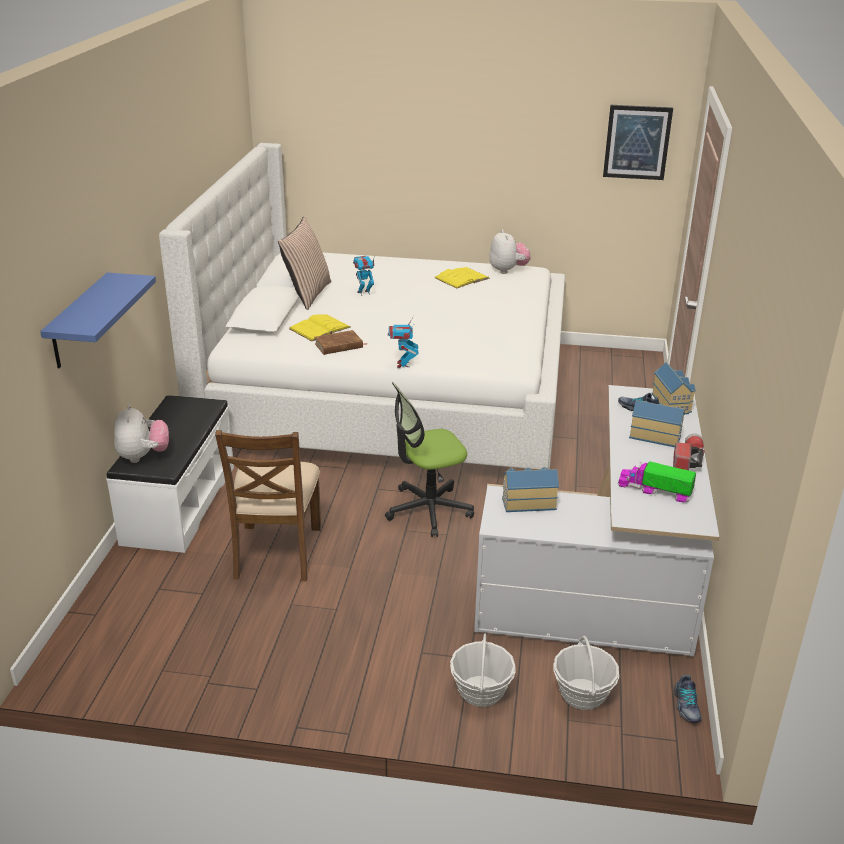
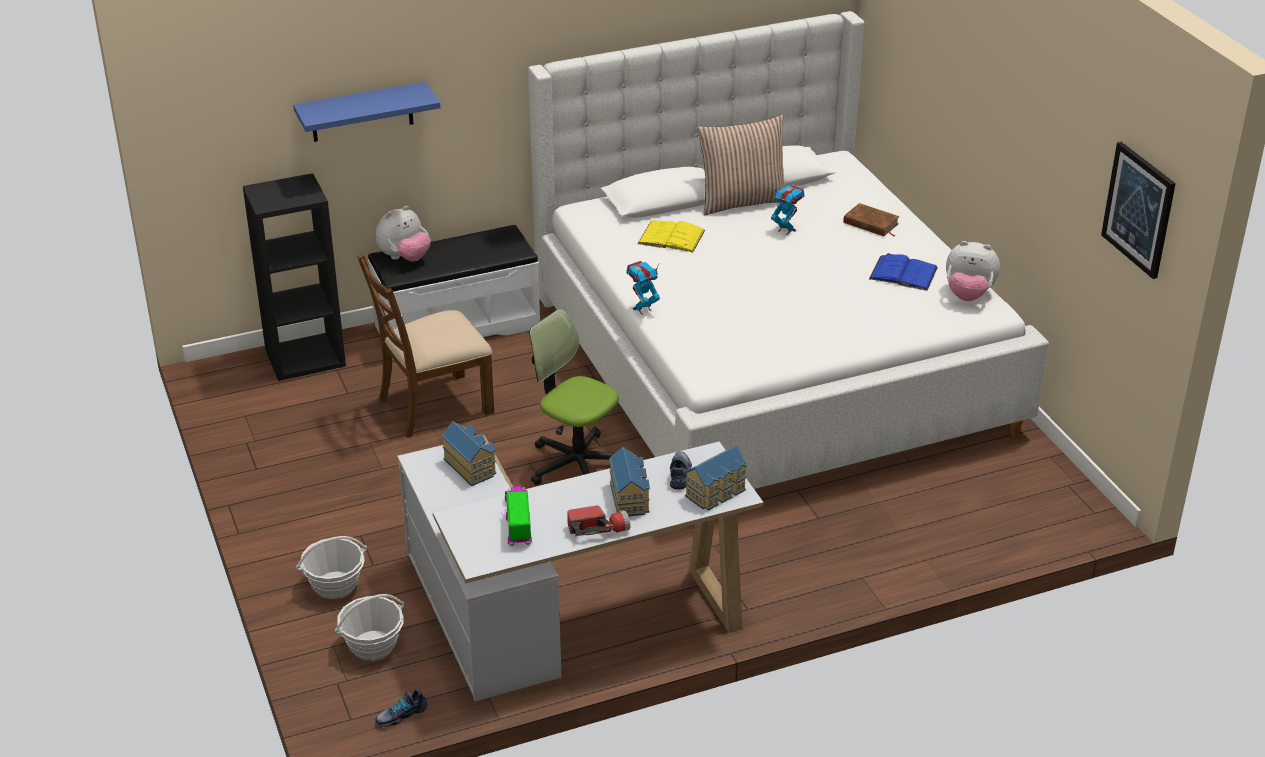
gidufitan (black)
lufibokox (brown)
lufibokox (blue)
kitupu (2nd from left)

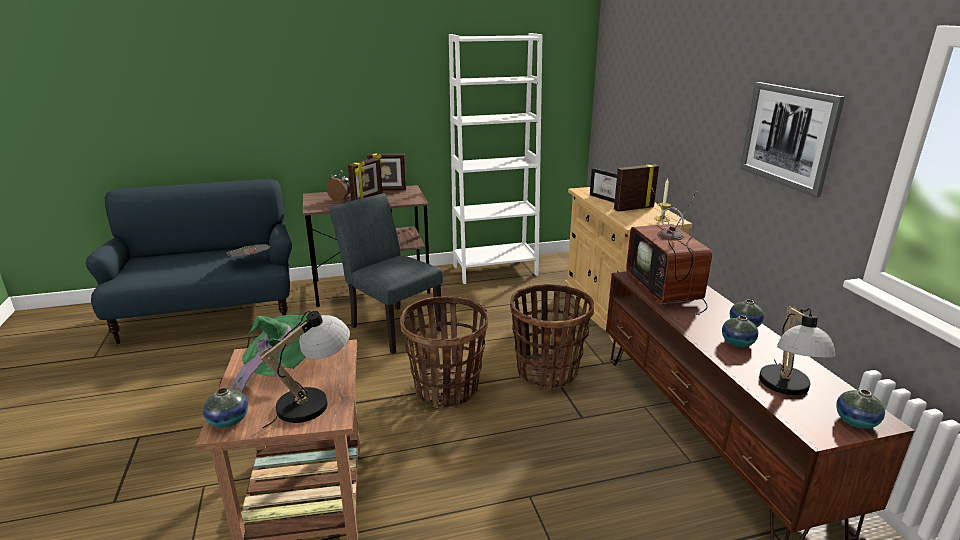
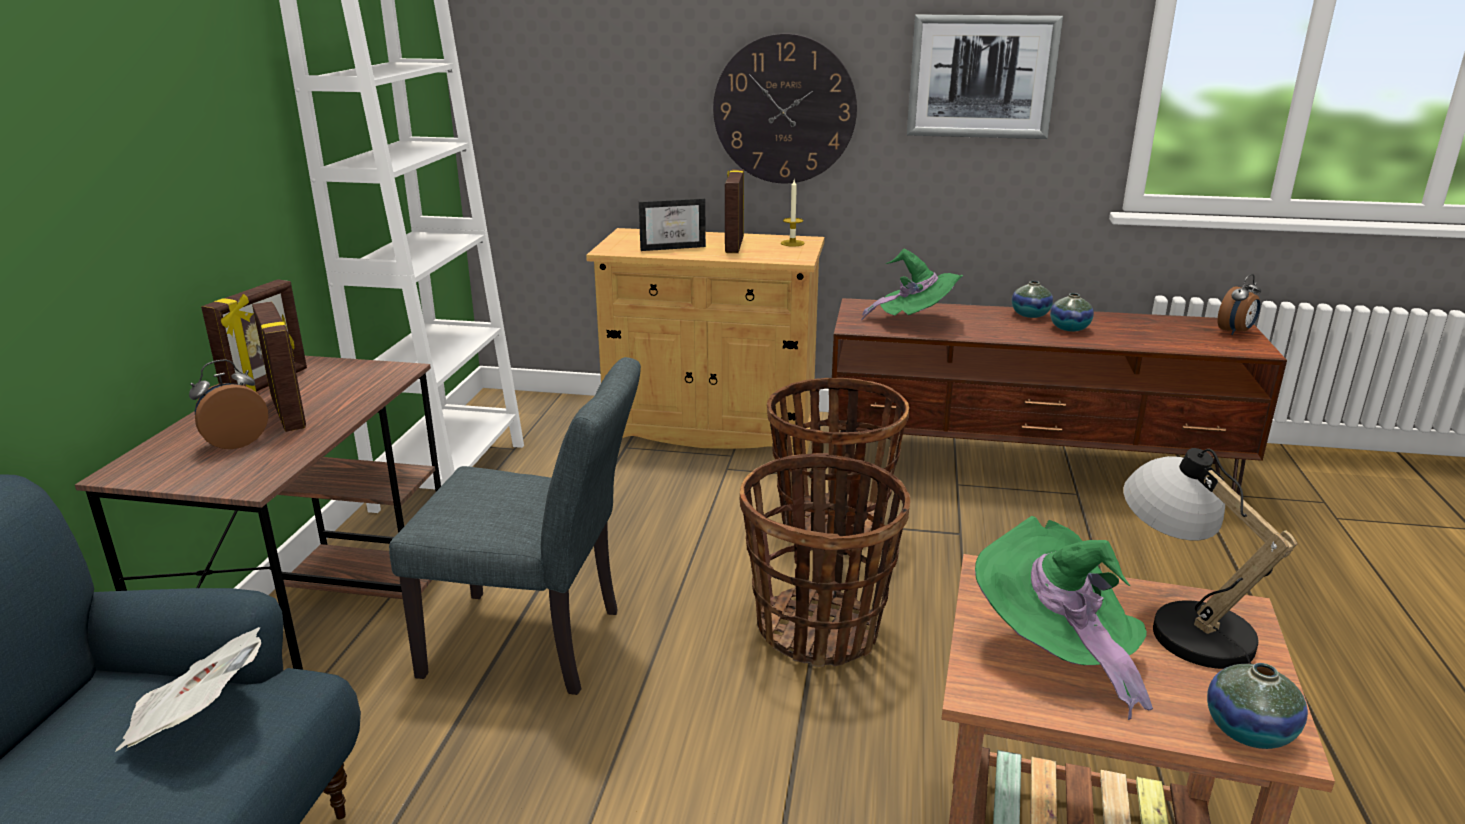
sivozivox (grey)
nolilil
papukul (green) (1st from left)
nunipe (2nd from left)
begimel (2nd from left in the first image)

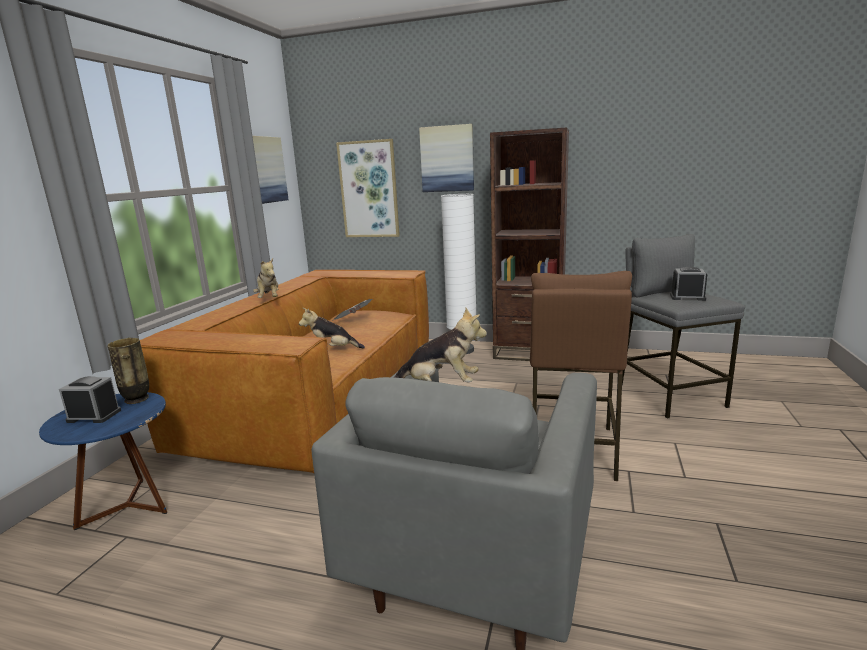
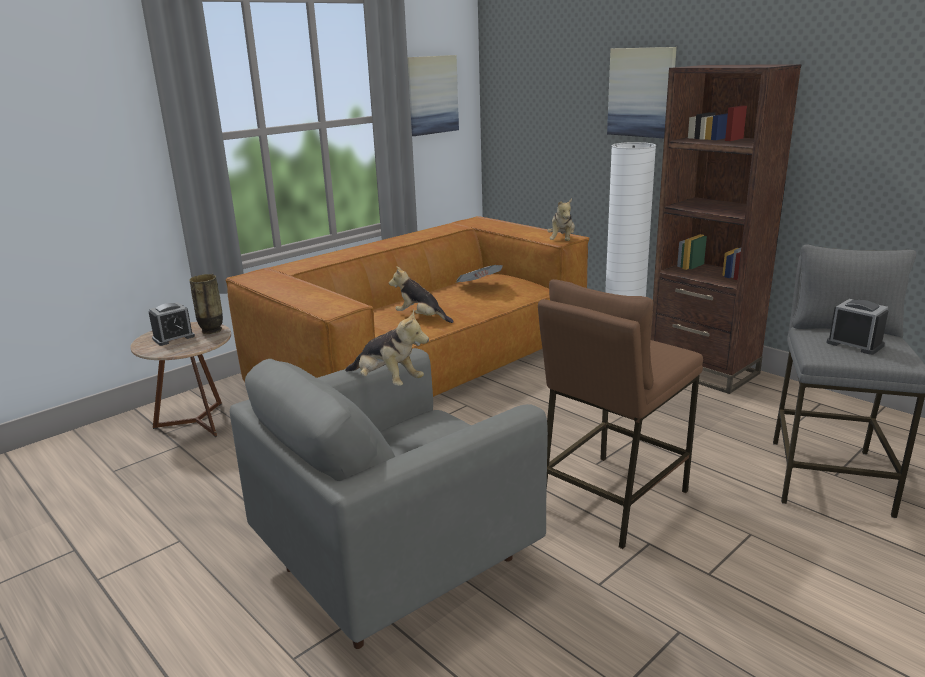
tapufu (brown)
nunipe (1st from left)
kitupu (3rd from left)
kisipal (2nd from left in the first image)

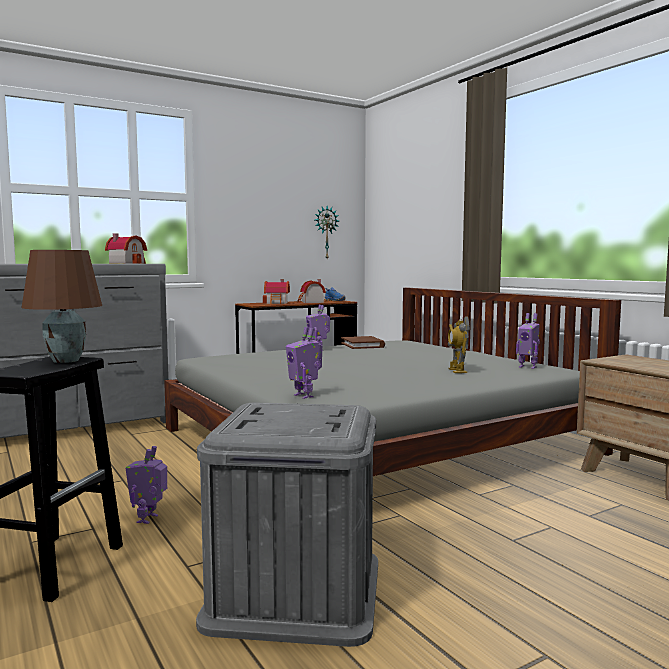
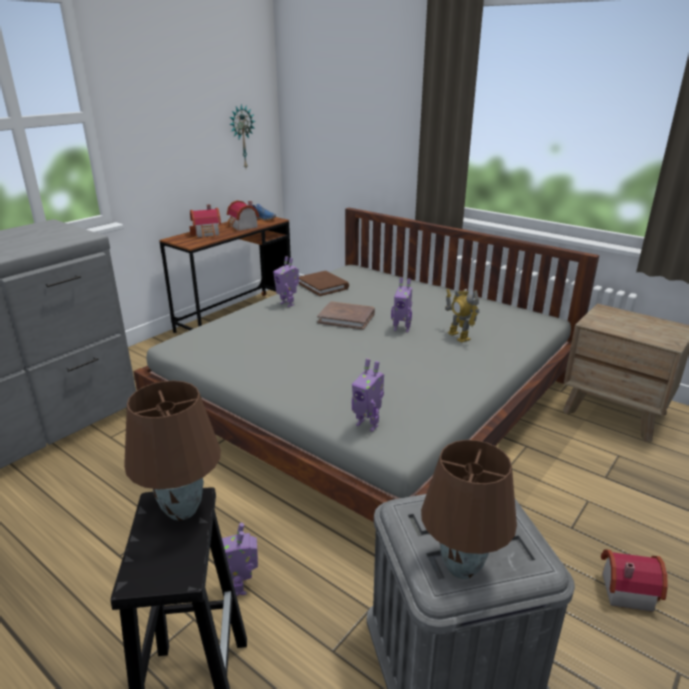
lufibokox (brown) (2nd from left)
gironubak (4th from left)
begimel (brown) (2nd from left)
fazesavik (3rd from left)

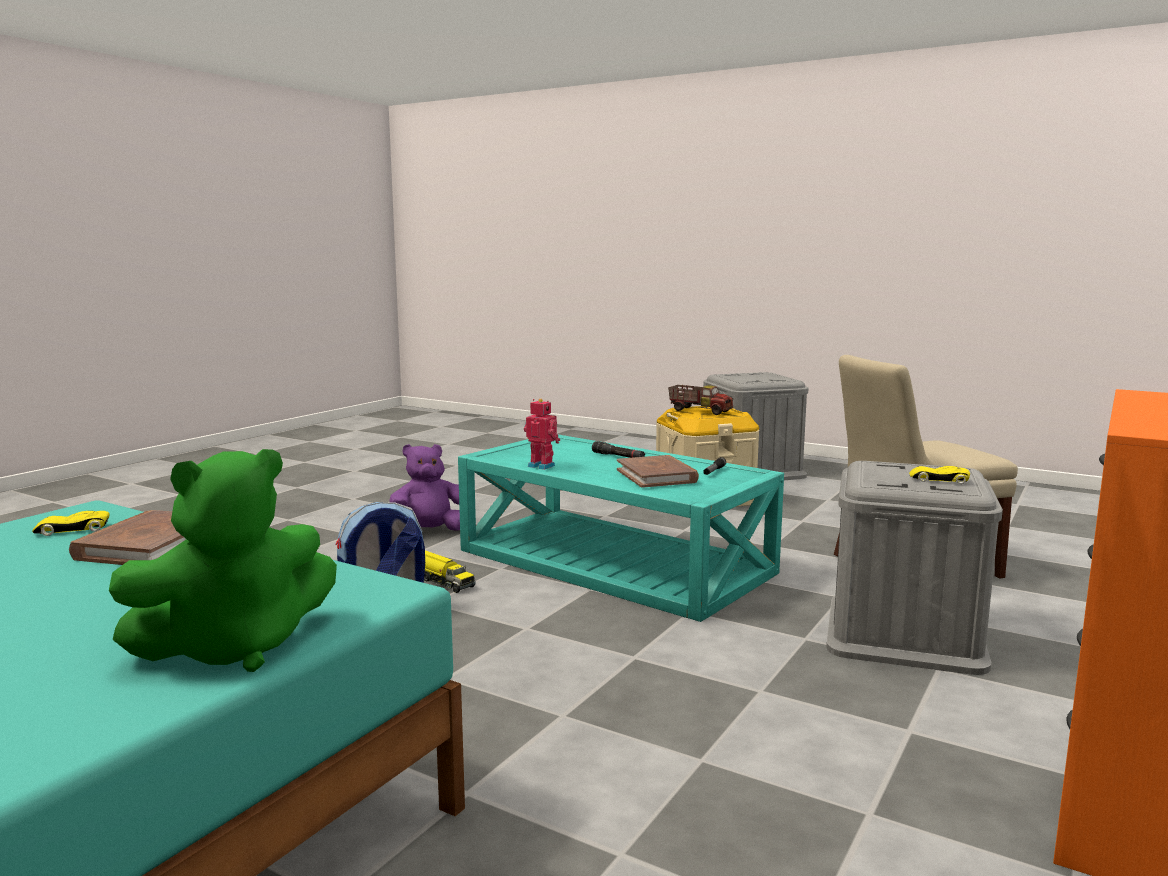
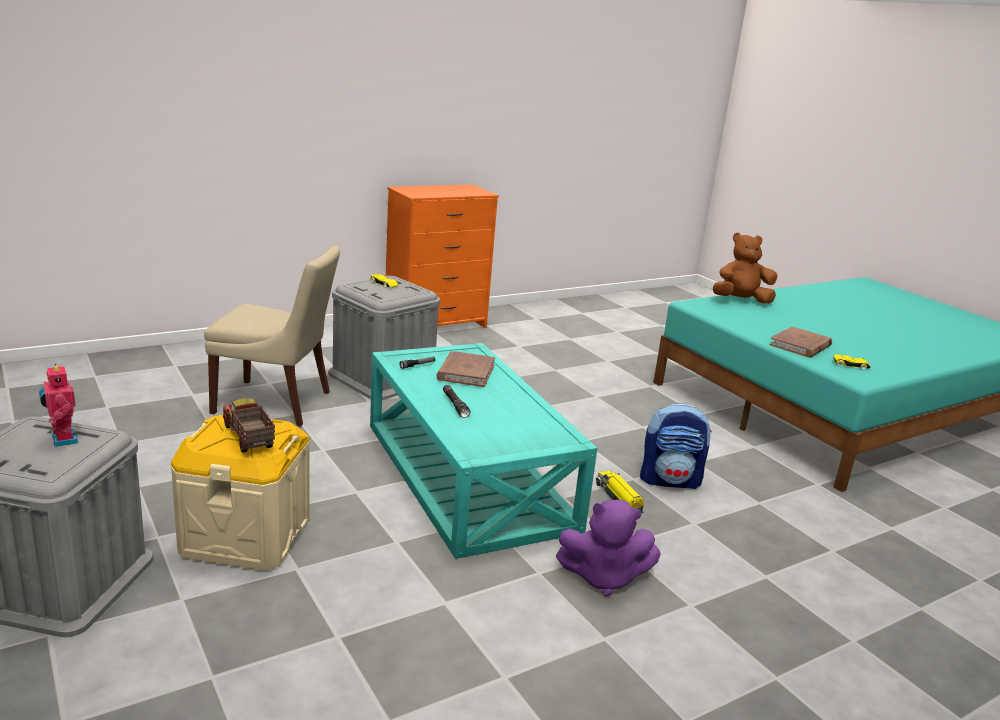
gironubak
kitupu (brown)

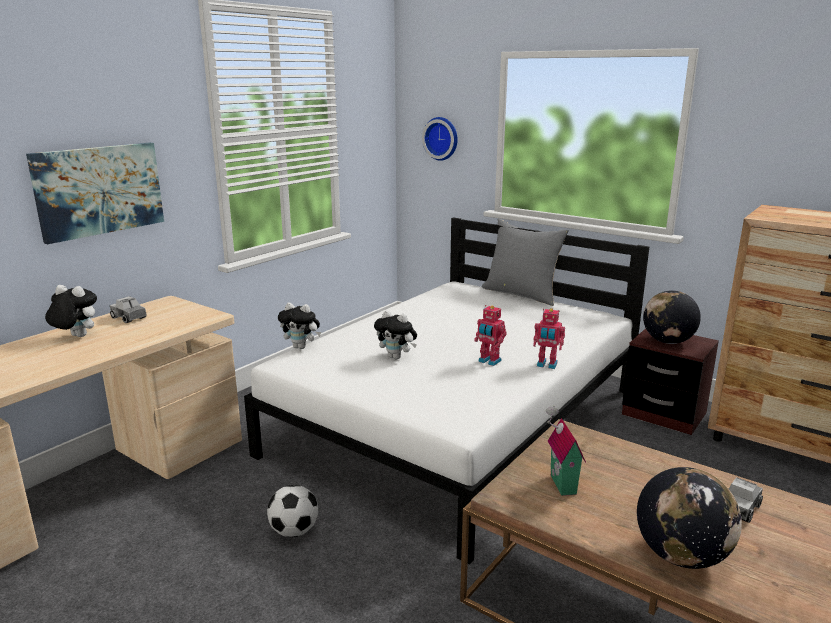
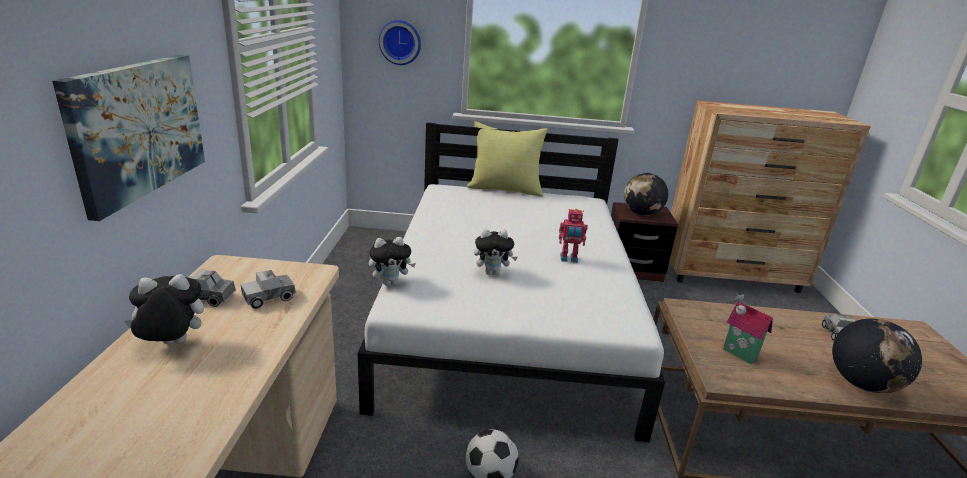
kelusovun (2nd from left)
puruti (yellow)
gironubak (2nd from left in the first image)

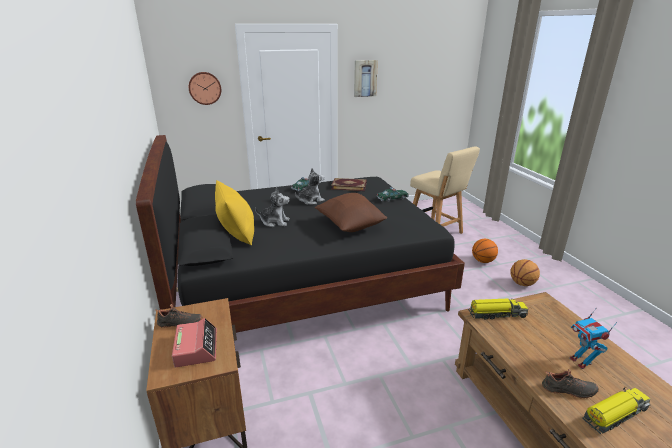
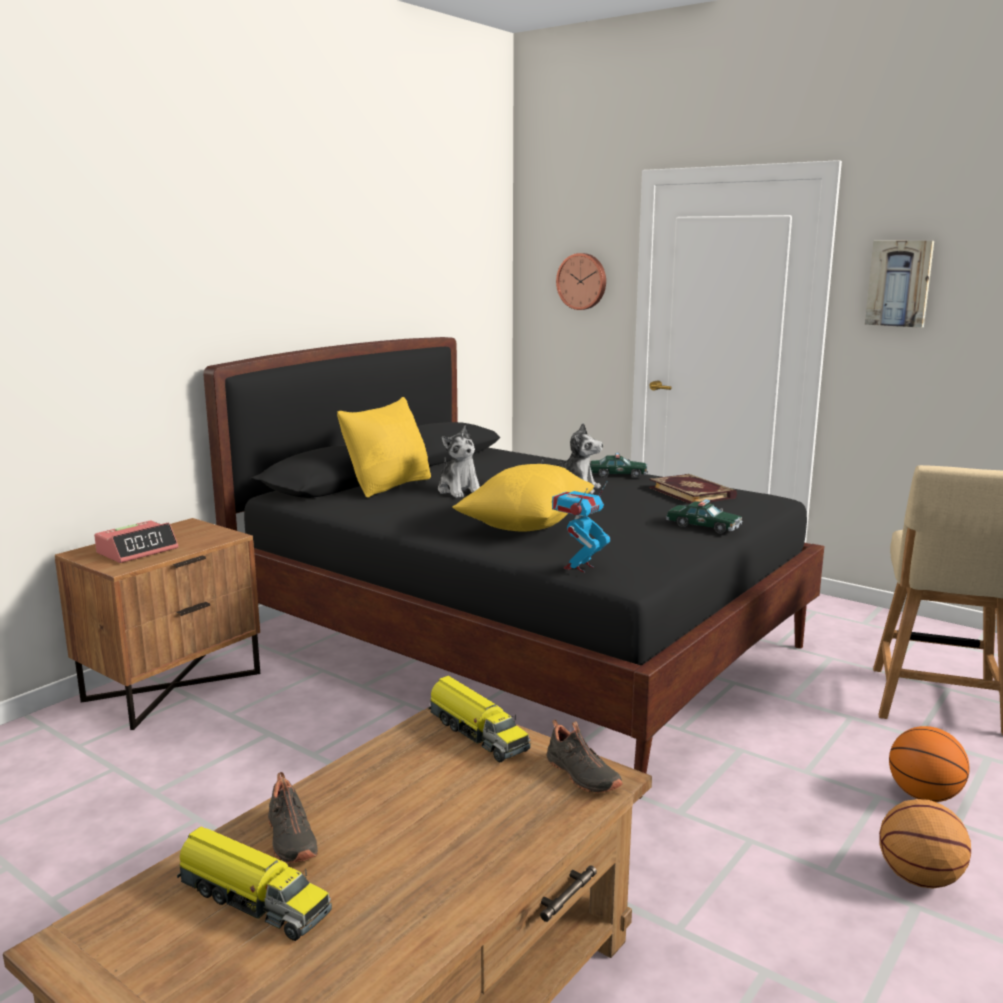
puruti (yellow) (2nd from left)
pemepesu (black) (2nd from left)
gironubak

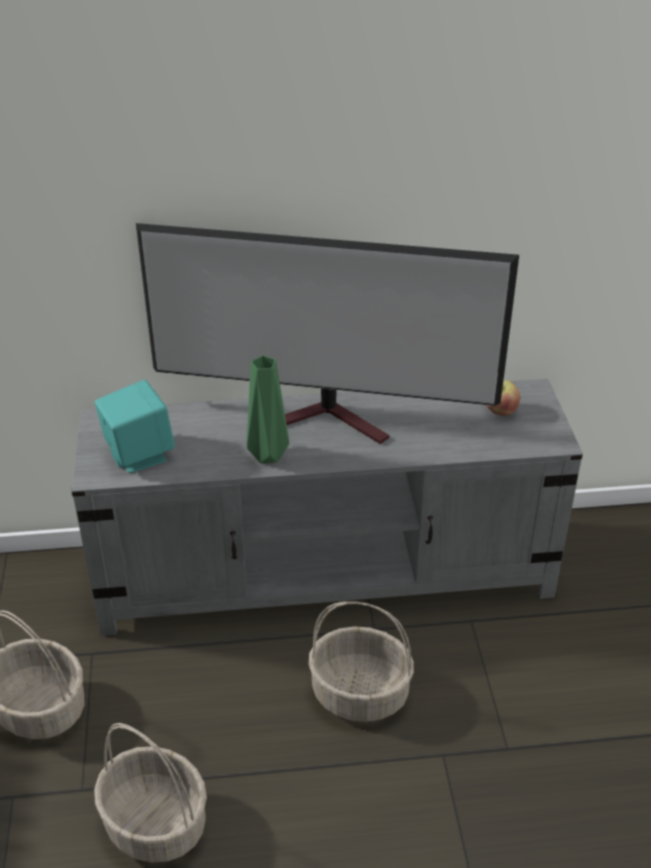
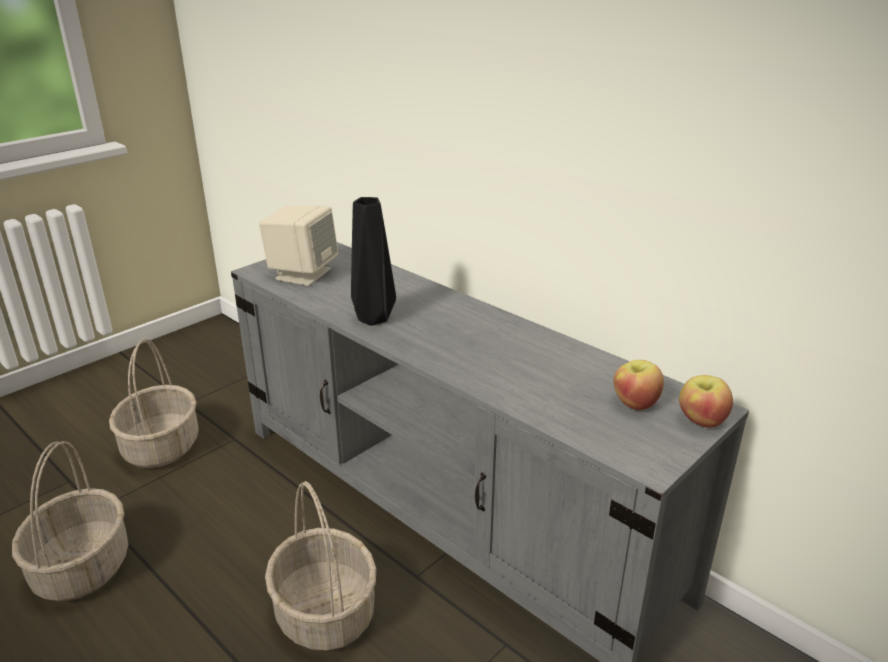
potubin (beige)
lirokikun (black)
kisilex (2nd from left)
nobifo

